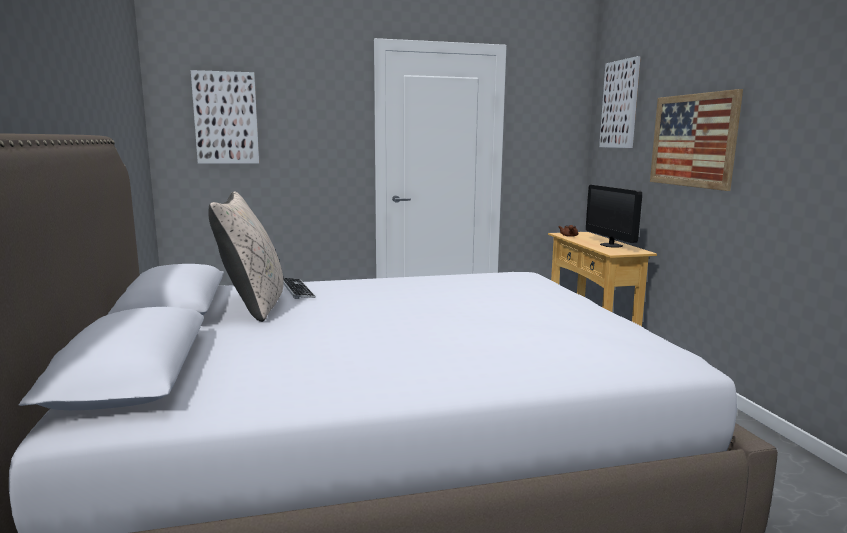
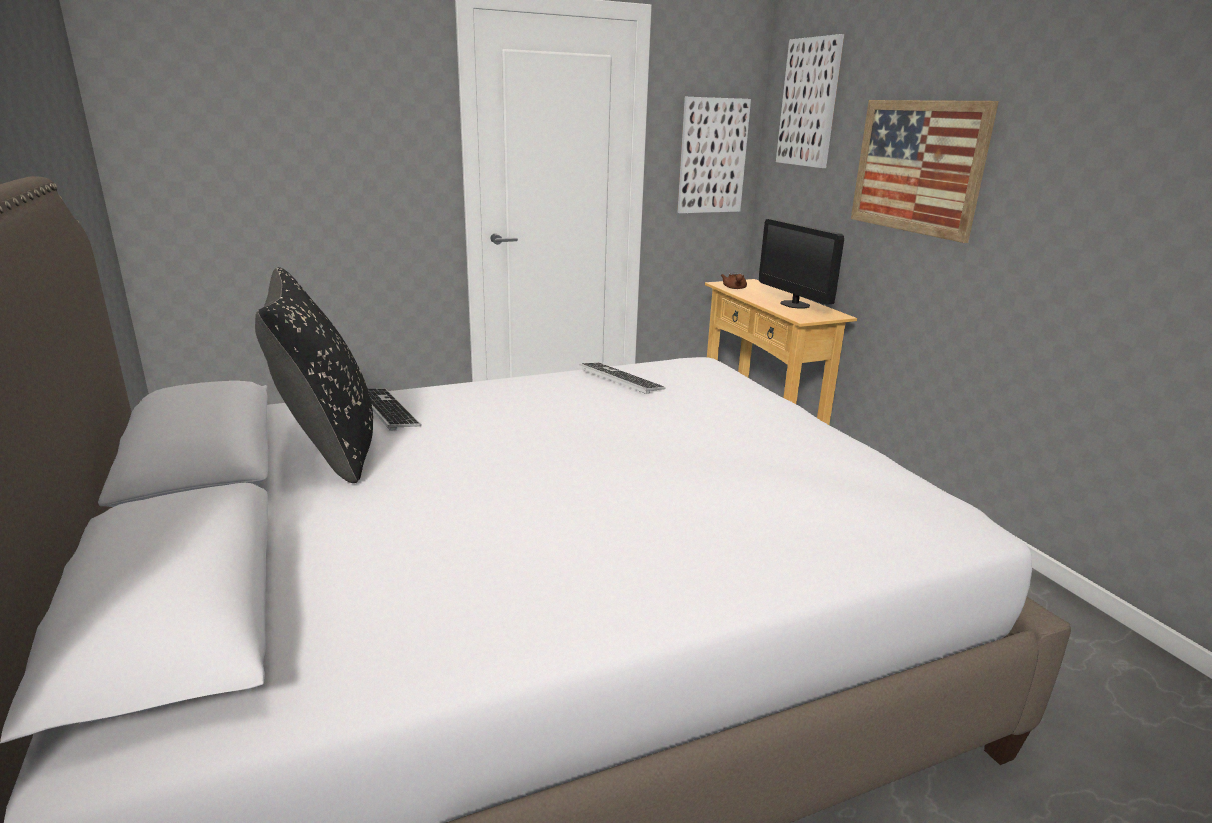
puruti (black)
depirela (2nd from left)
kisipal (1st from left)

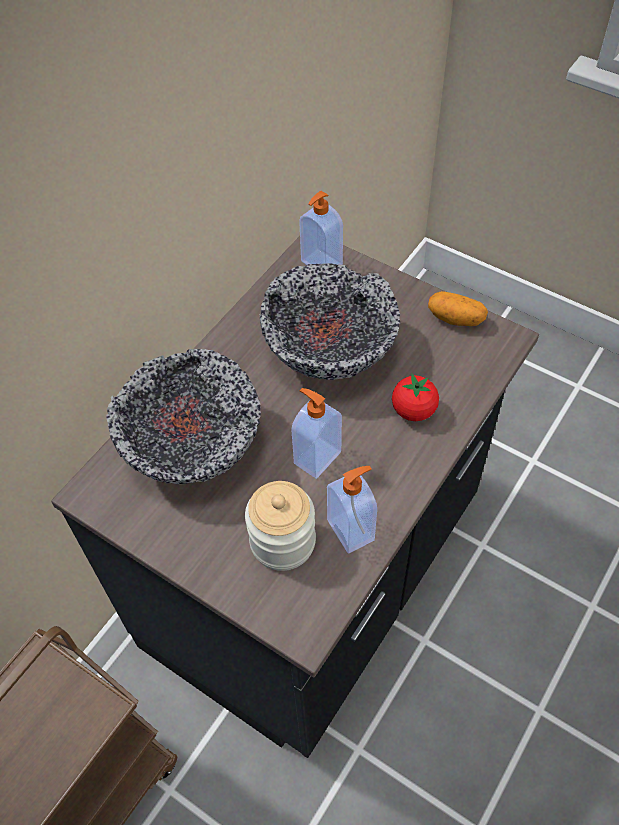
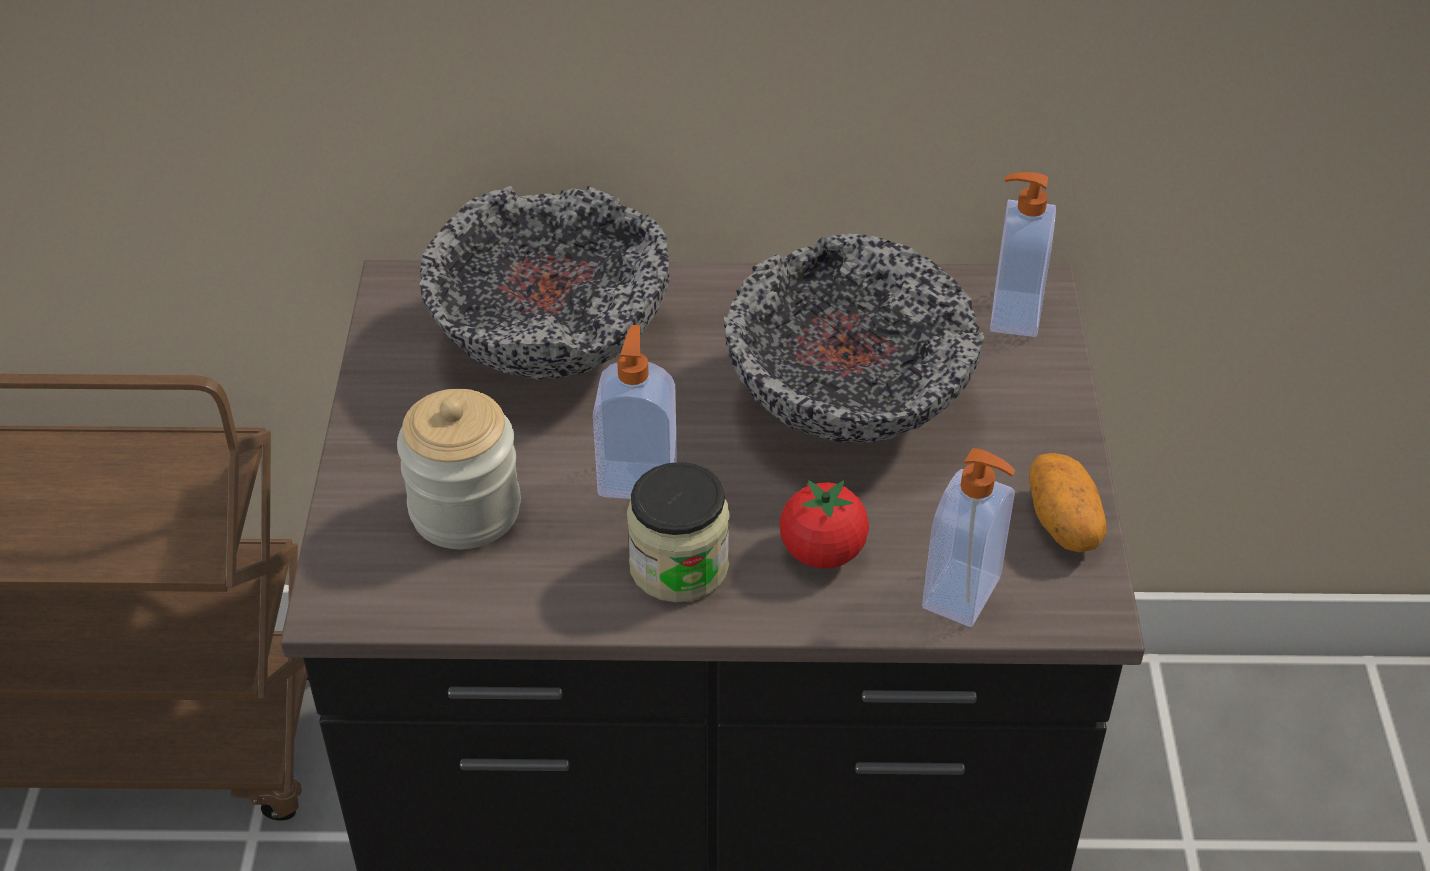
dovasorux (2nd from left)
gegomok (2nd from left)

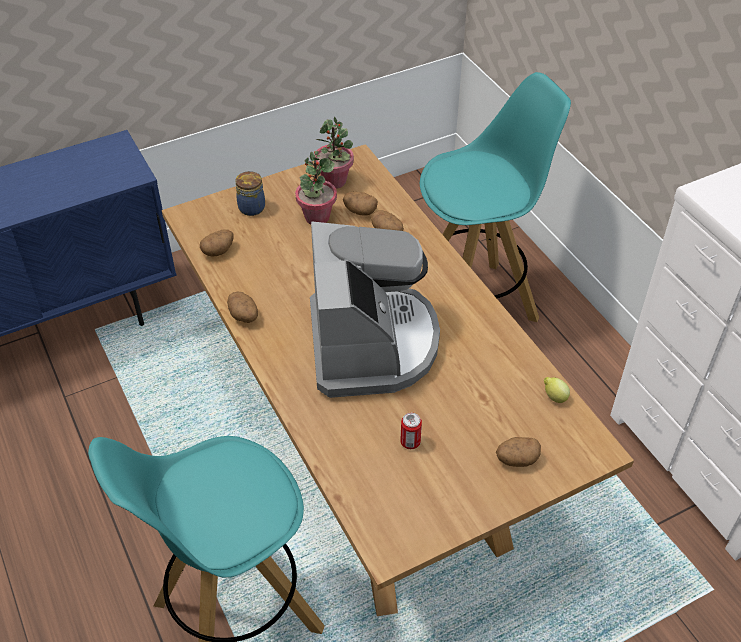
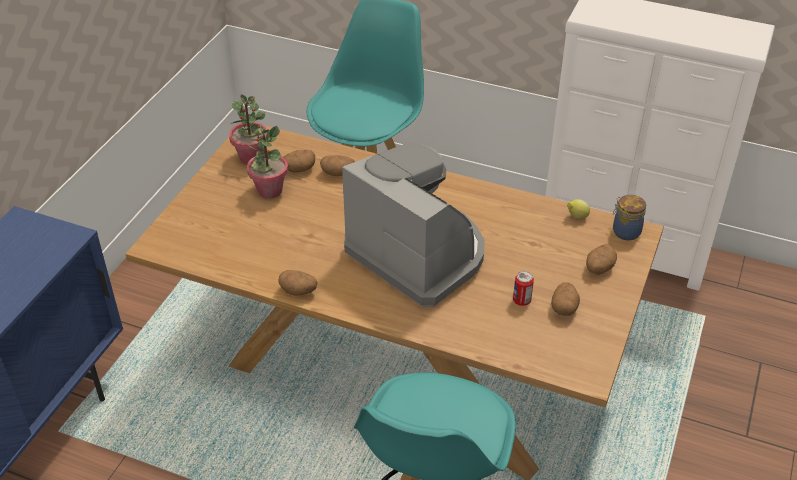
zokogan (4th from left)
dovasorux

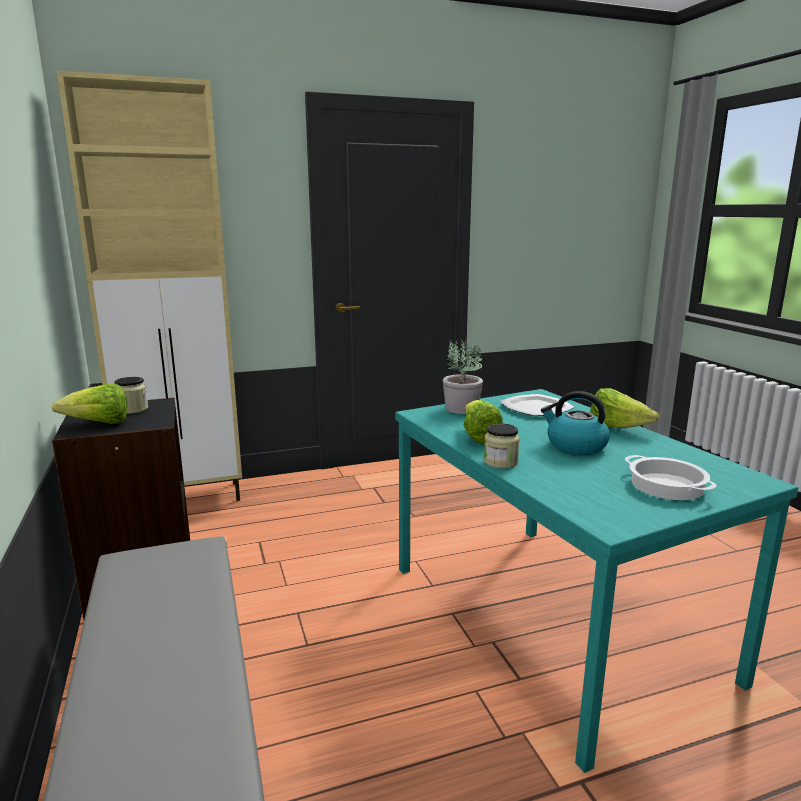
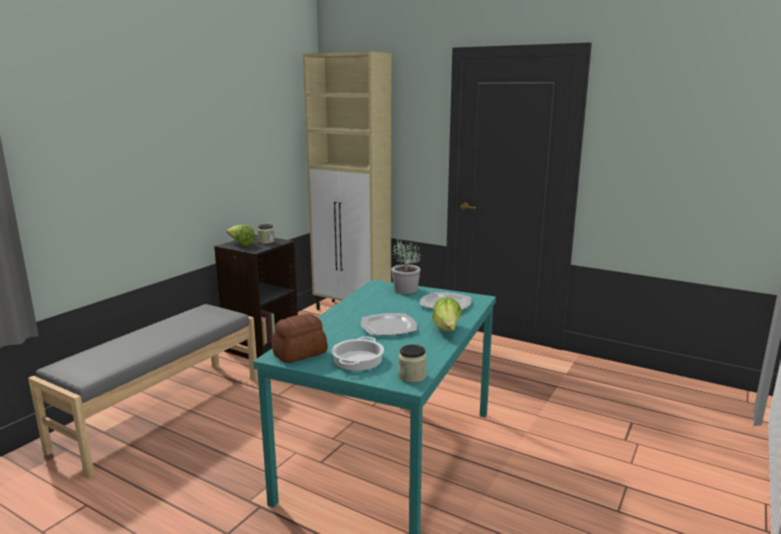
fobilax
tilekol (1st from left)
dovasorux (2nd from left)
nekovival (2nd from left in the first image)

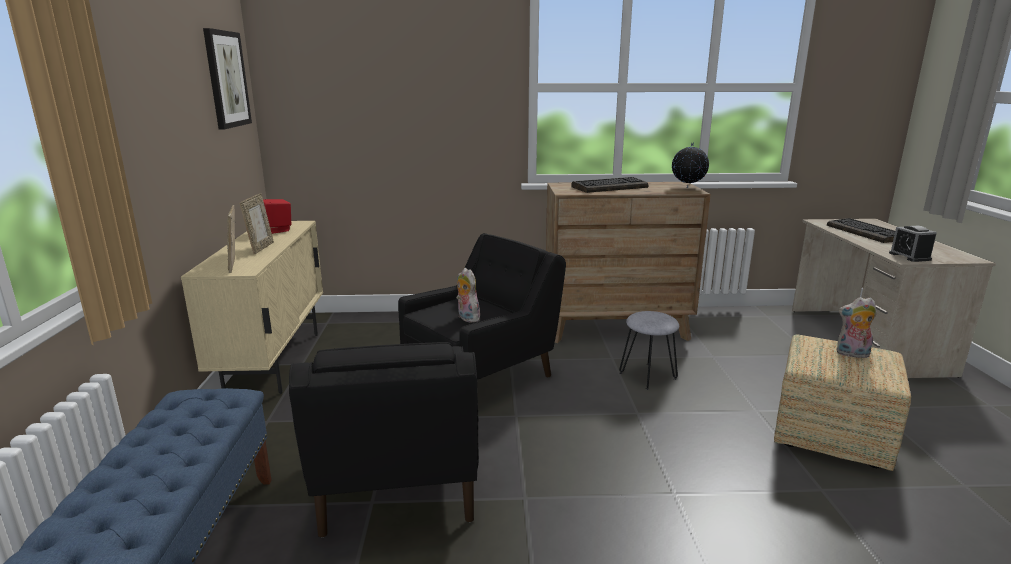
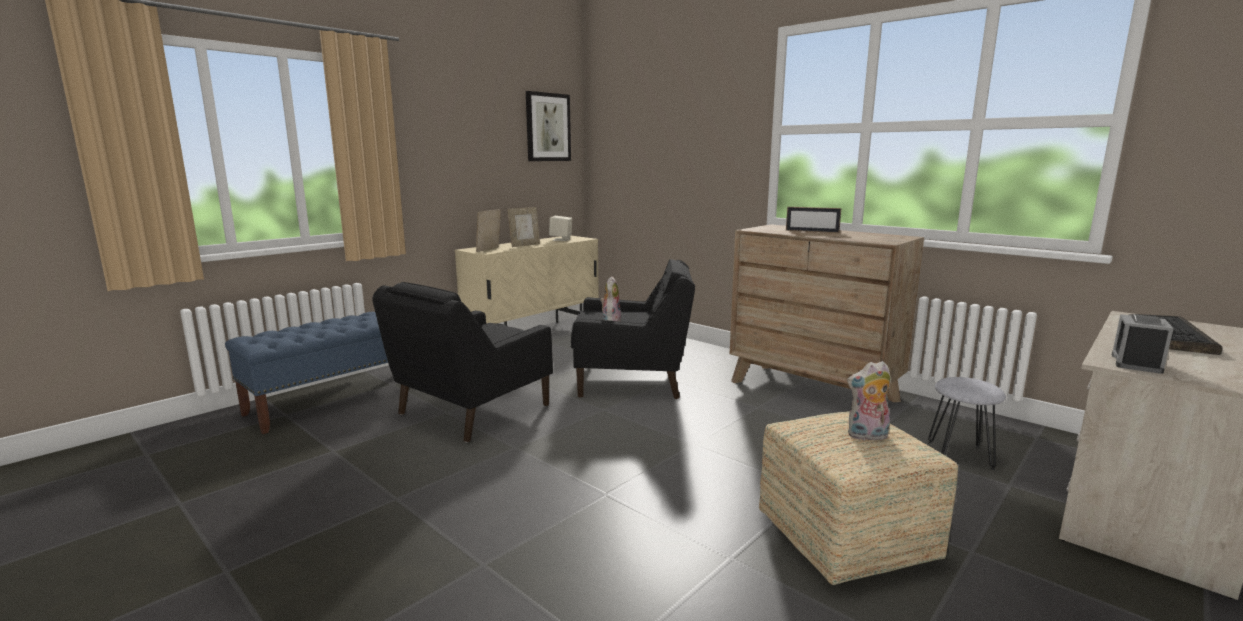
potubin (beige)
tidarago (3rd from left)
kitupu (2nd from left)
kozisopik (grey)
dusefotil

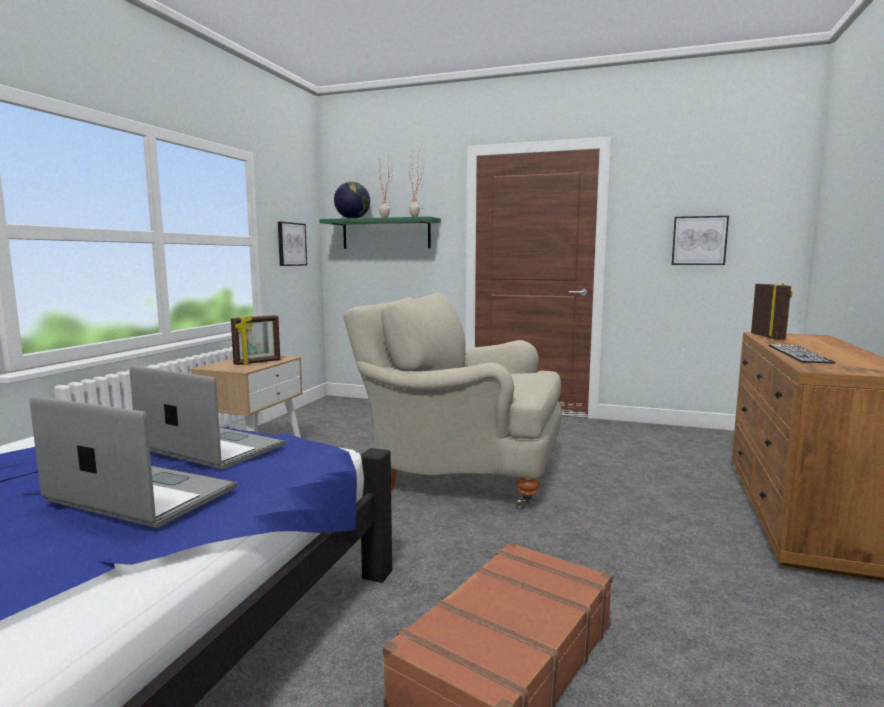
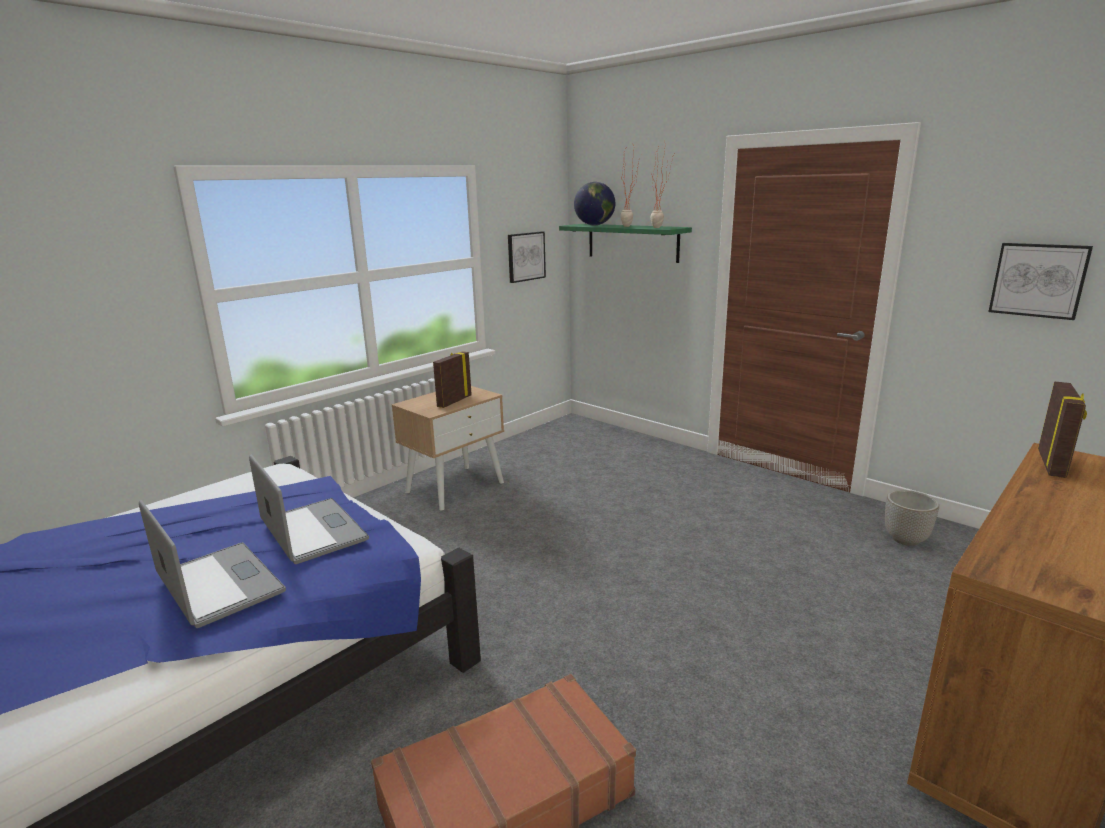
tidarago (1st from left)
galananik
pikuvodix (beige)
depirela

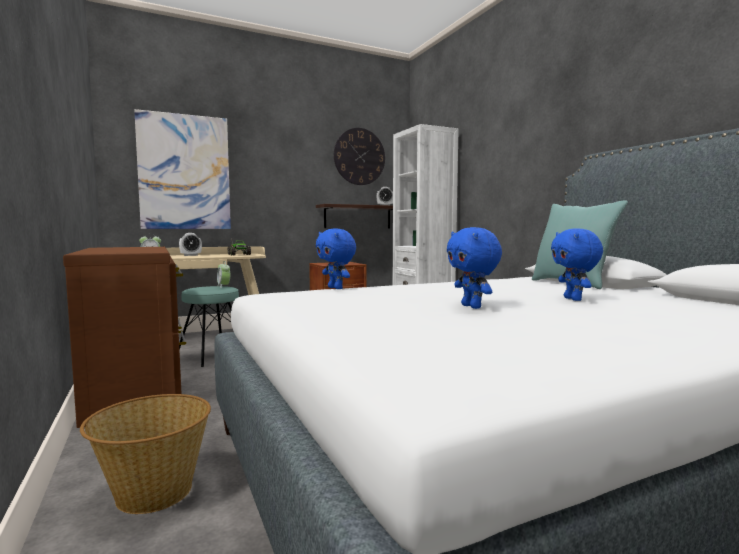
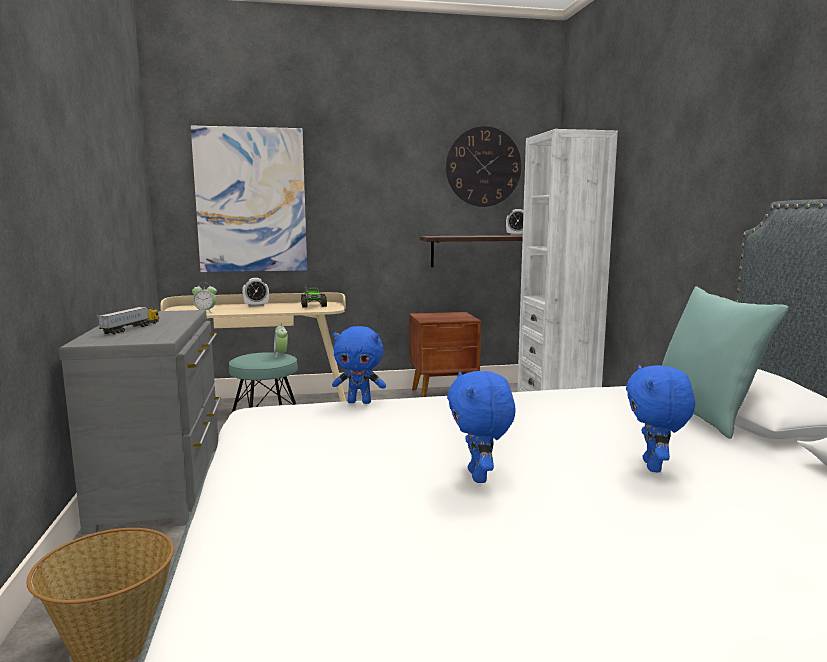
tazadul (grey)
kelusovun (1st from left)
kitupu (blue) (1st from left)

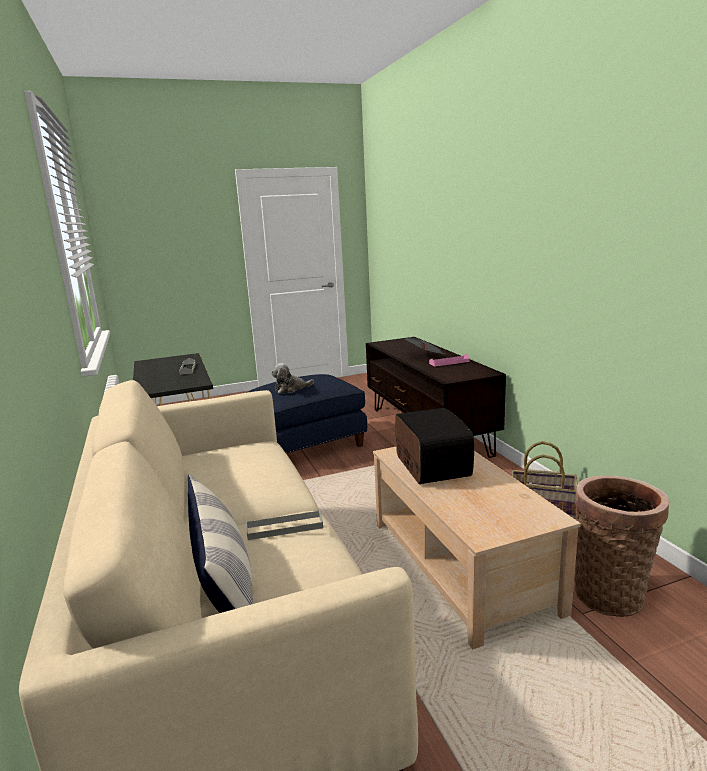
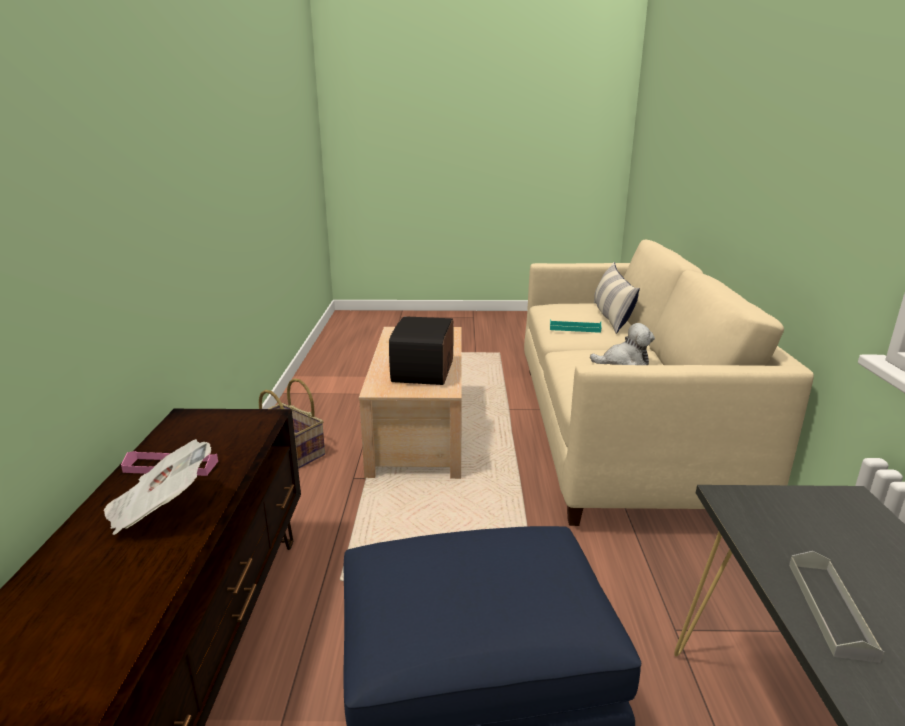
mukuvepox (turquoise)
kitupu
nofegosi (2nd from left in the first image)

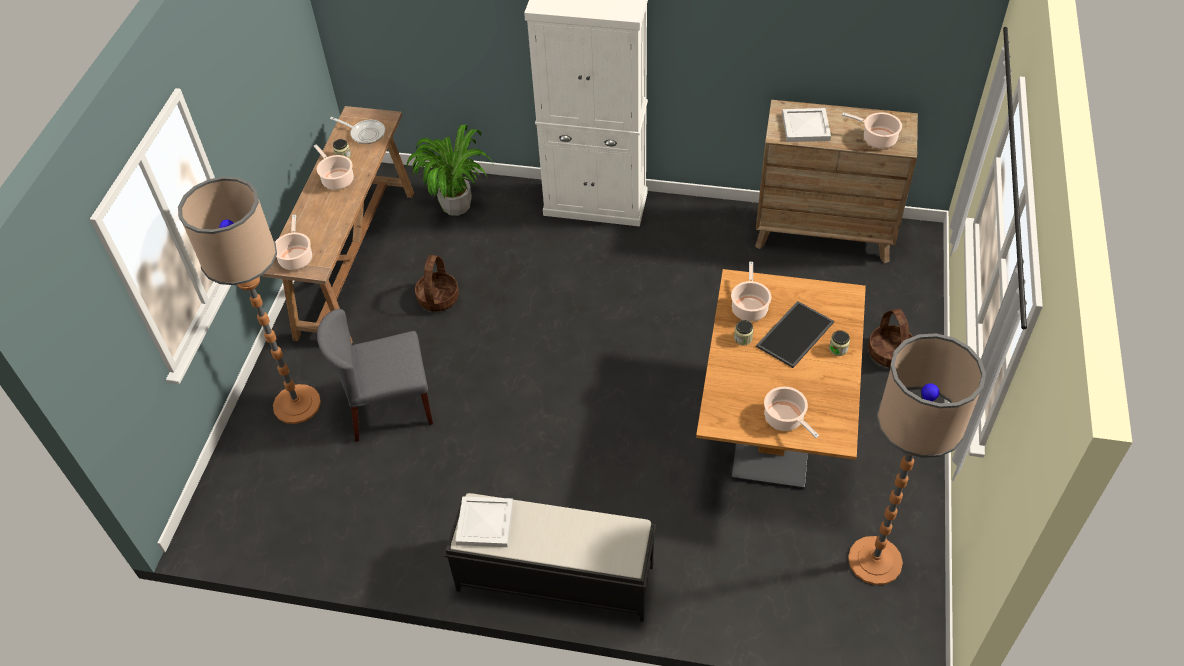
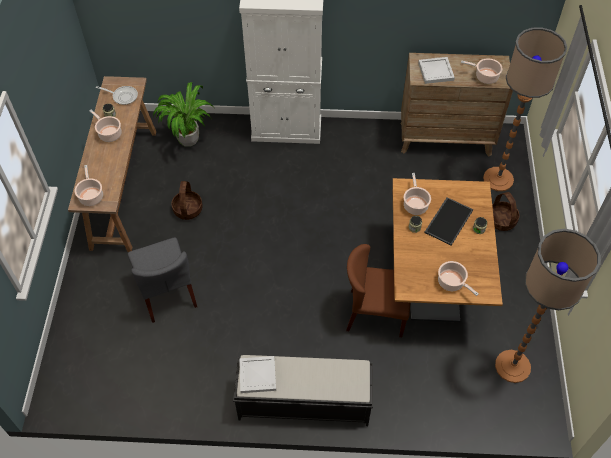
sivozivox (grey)
sivozivox (brown)
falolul (1st from left)

